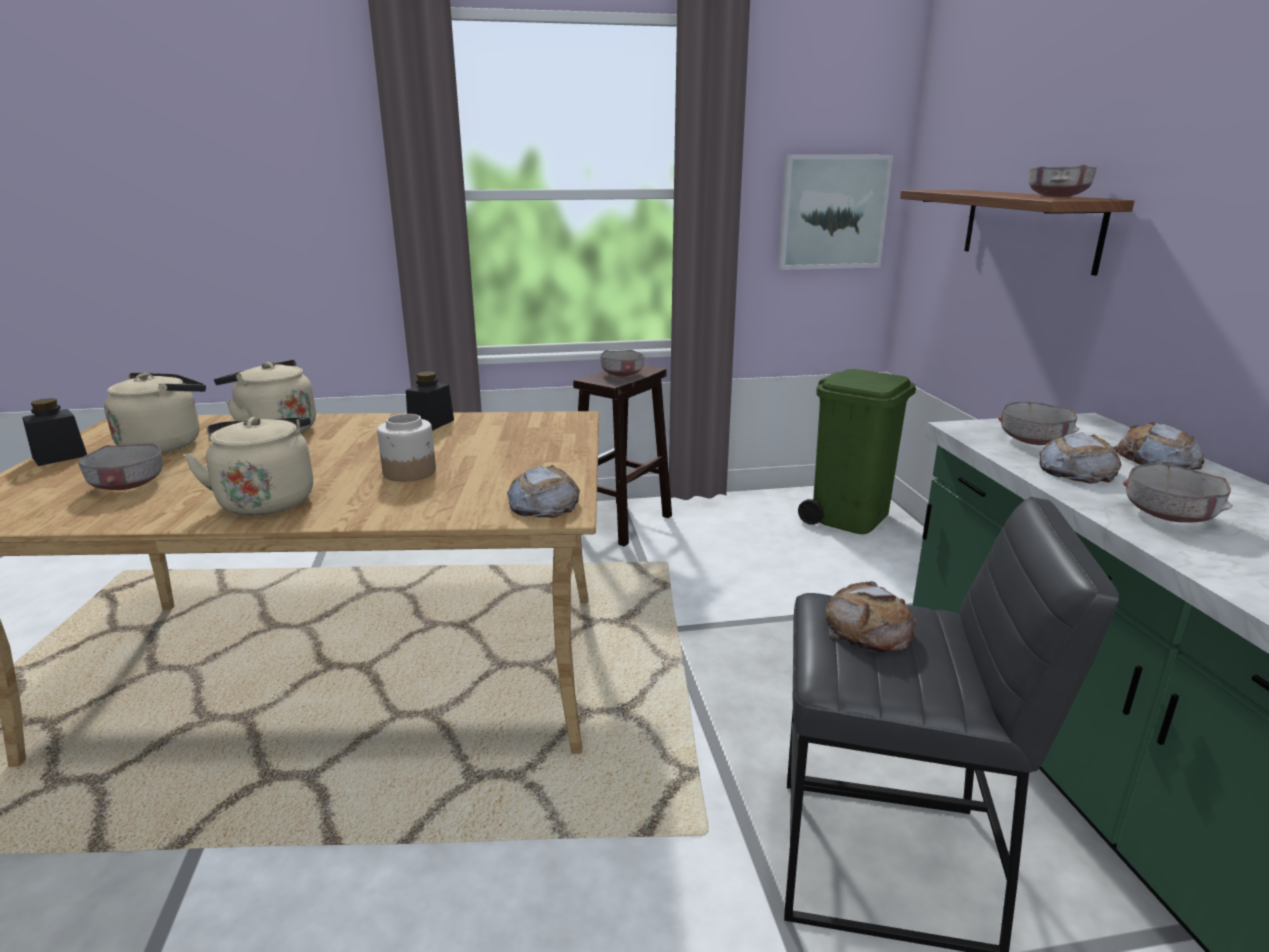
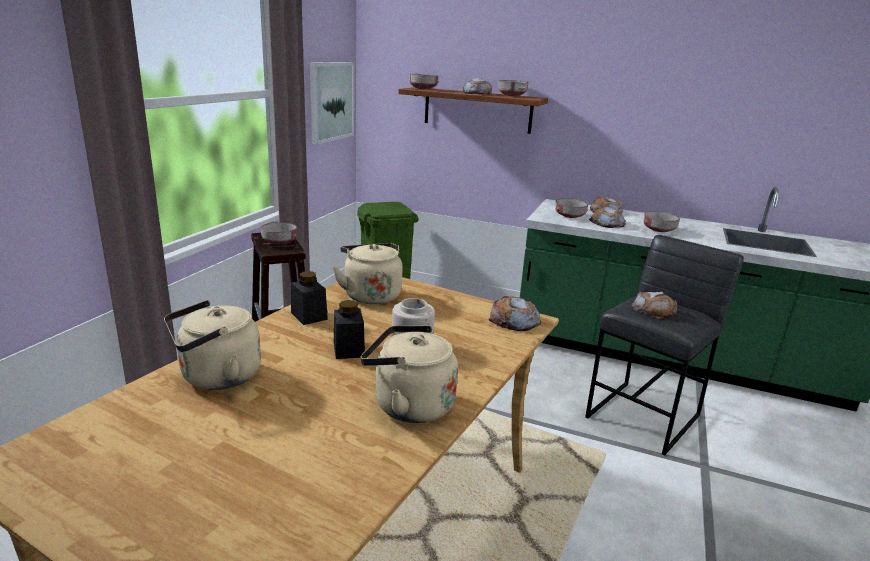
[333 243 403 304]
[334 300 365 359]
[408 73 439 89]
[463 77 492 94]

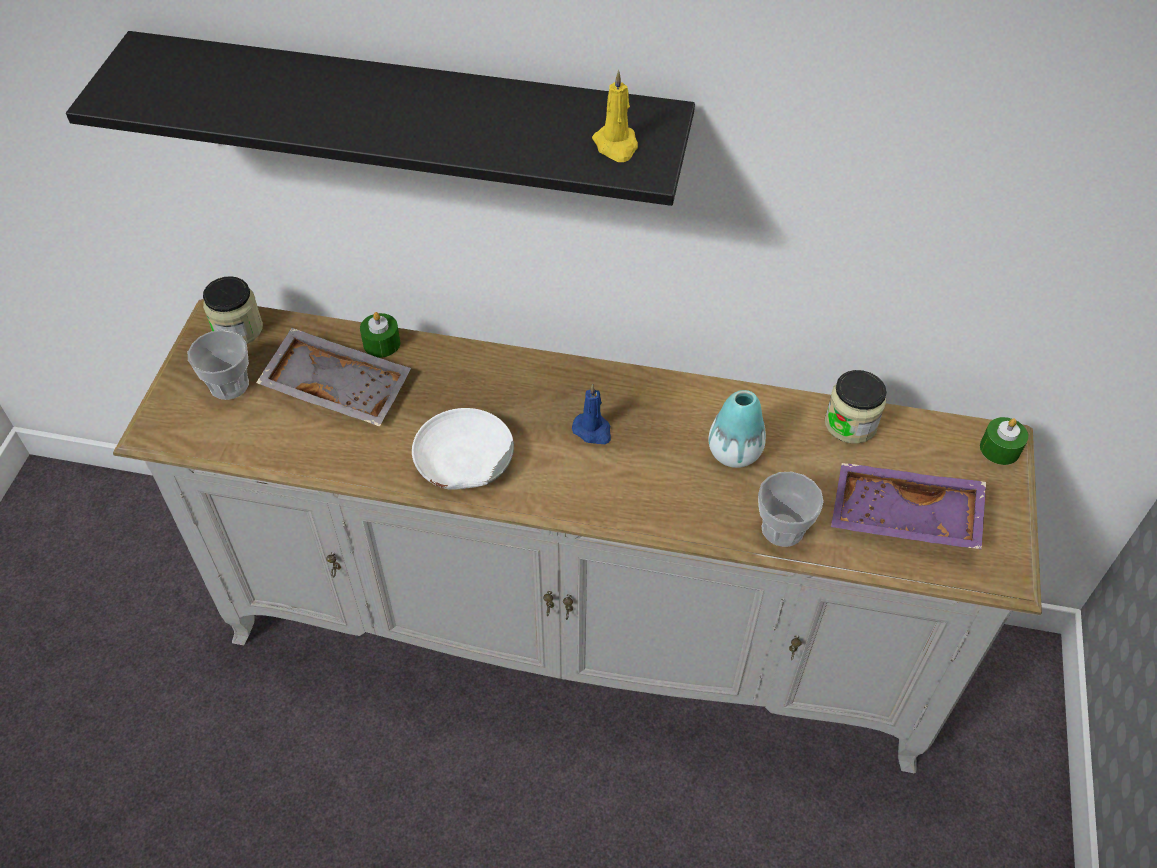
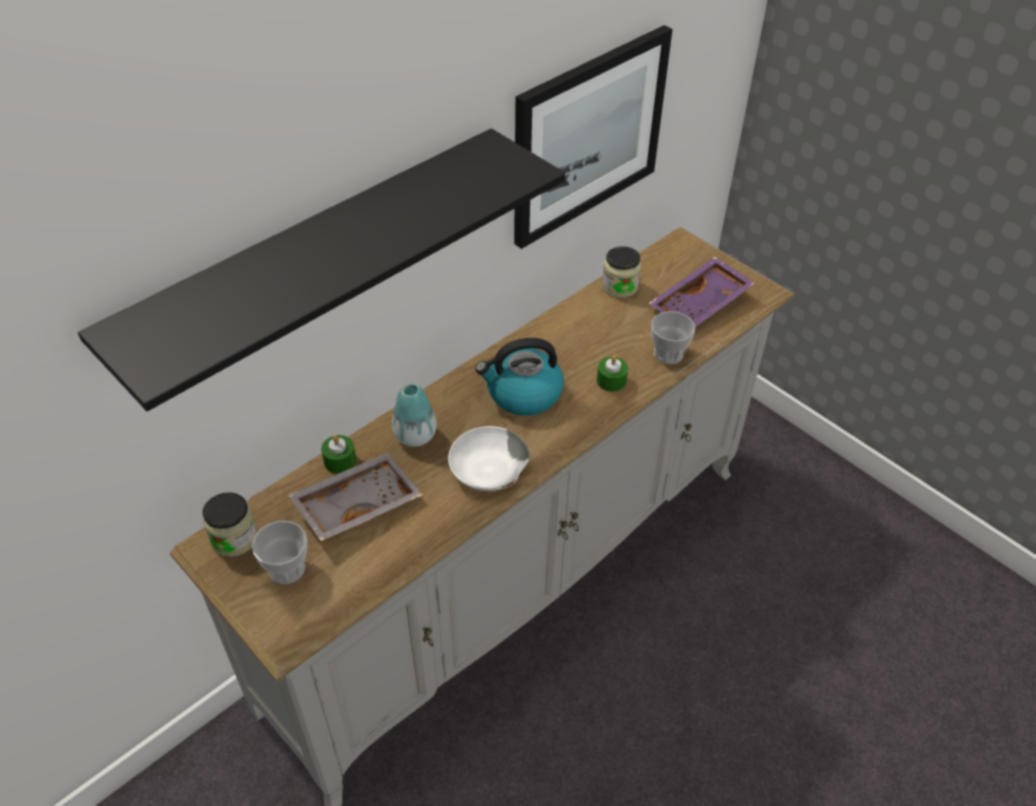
[592 70 638 162] (first image)
[475 338 564 416]
[392 383 437 447]
[597 355 628 392]
[514 25 673 249]

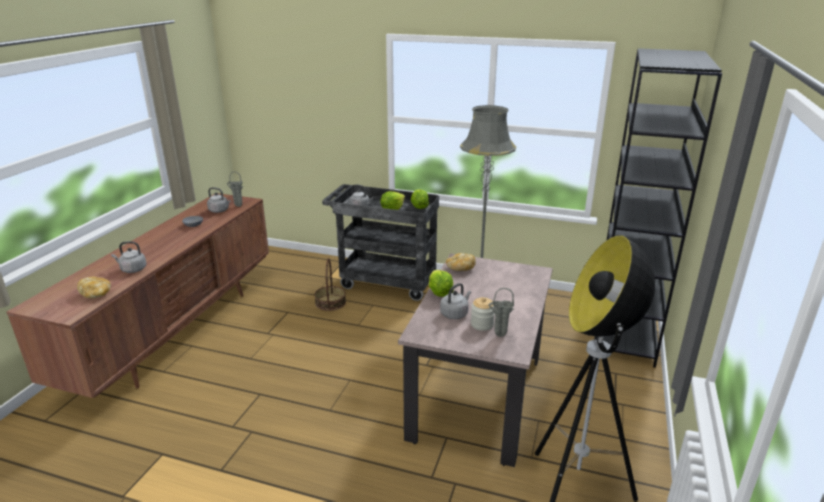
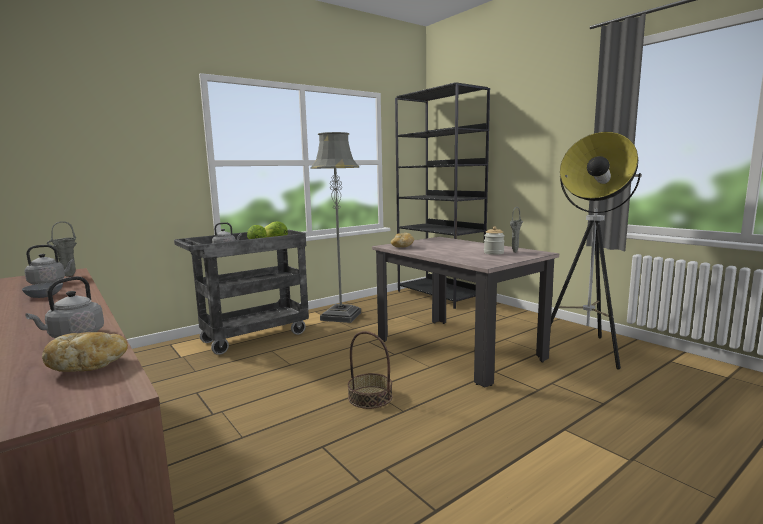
[348 331 393 409]
[429 270 454 297] (first image)
[440 283 471 319] (first image)

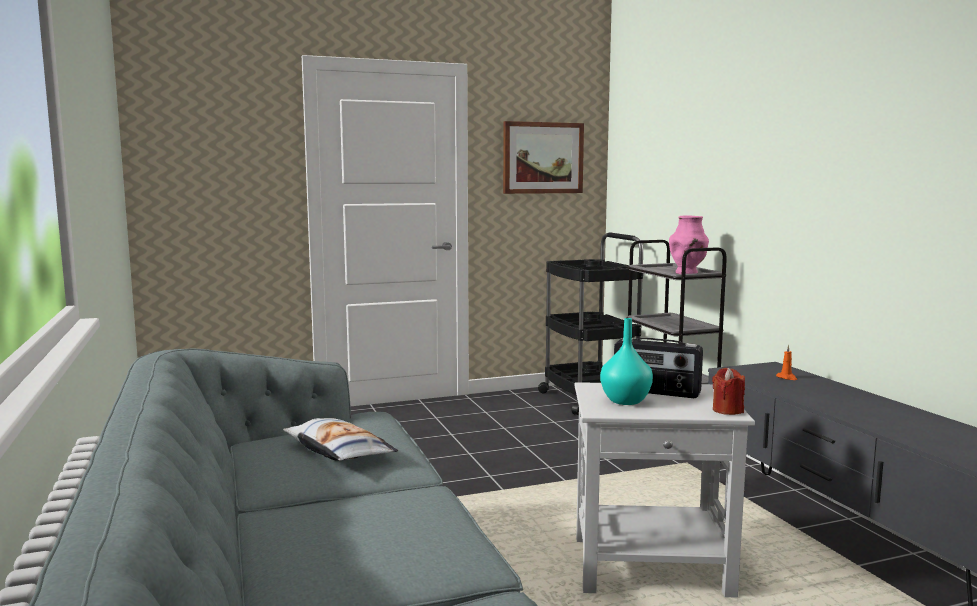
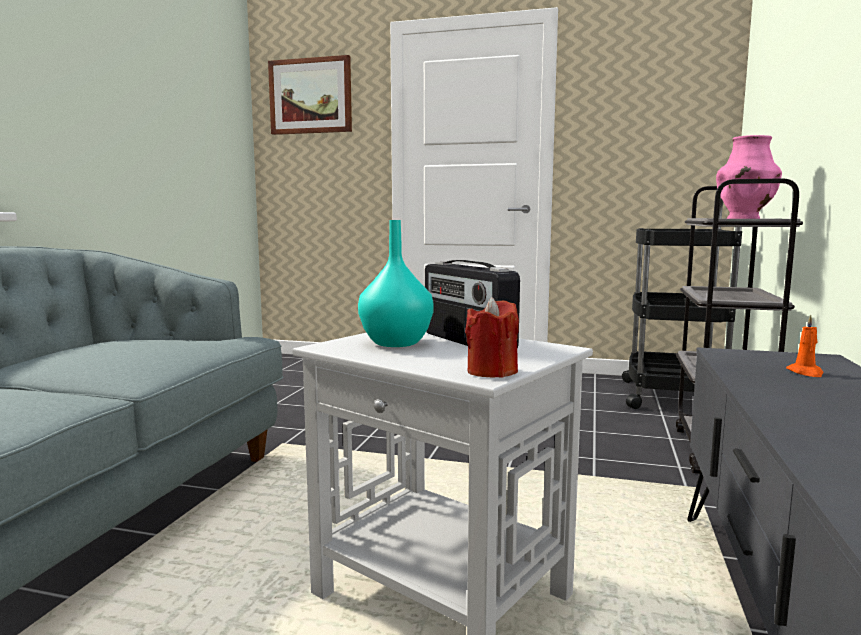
[268 55 352 135]
[283 418 398 461] (first image)

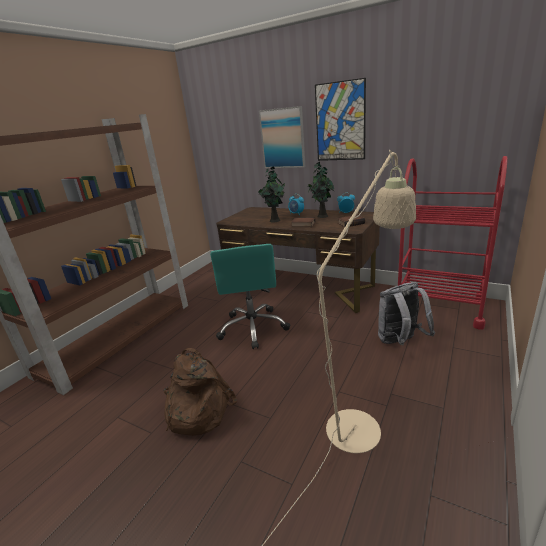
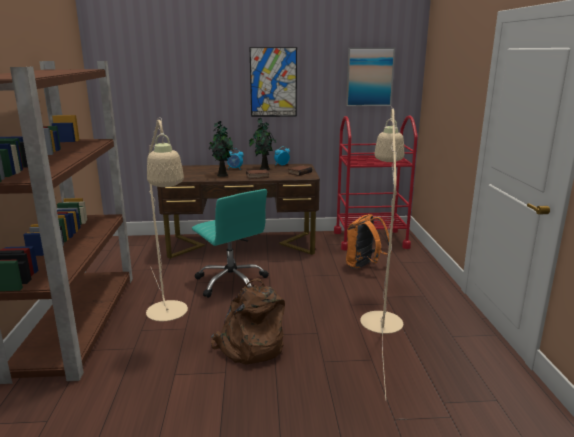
[346 48 395 106]
[346 214 392 269]
[146 117 188 321]

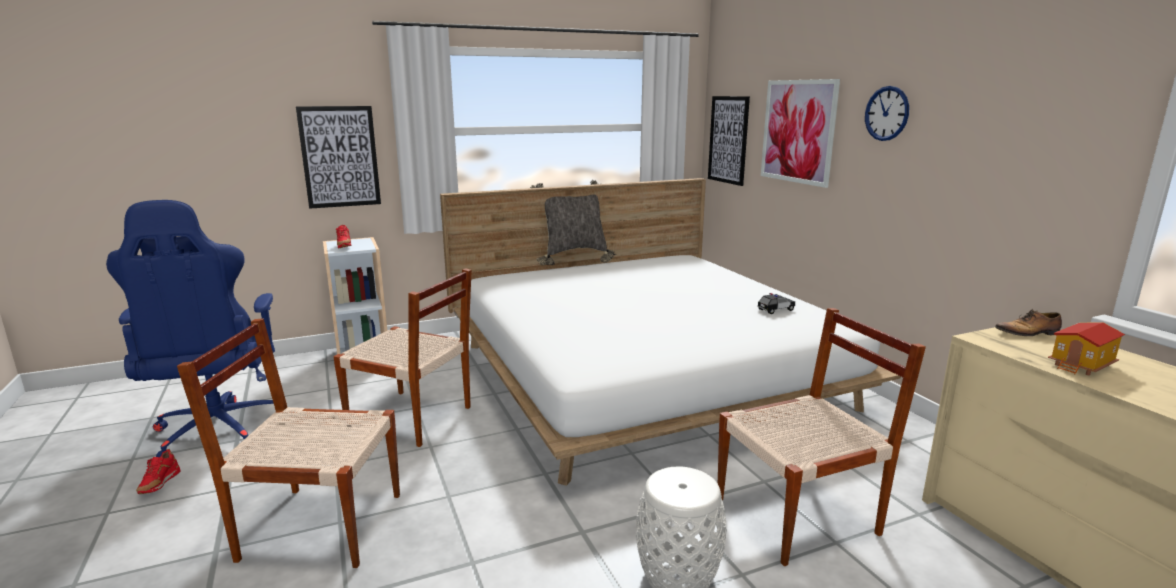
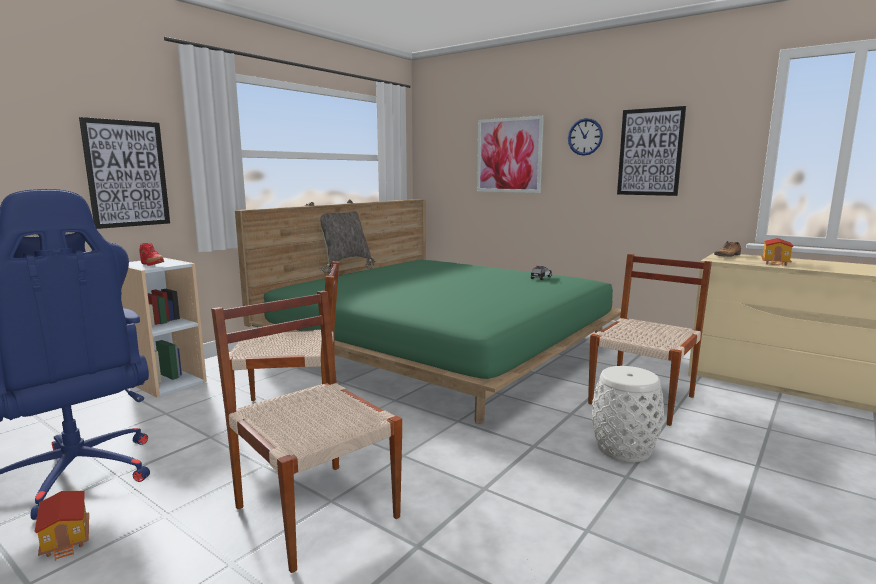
[617 106 686 196]
[235 199 621 424]
[211 291 402 573]
[34 491 89 561]

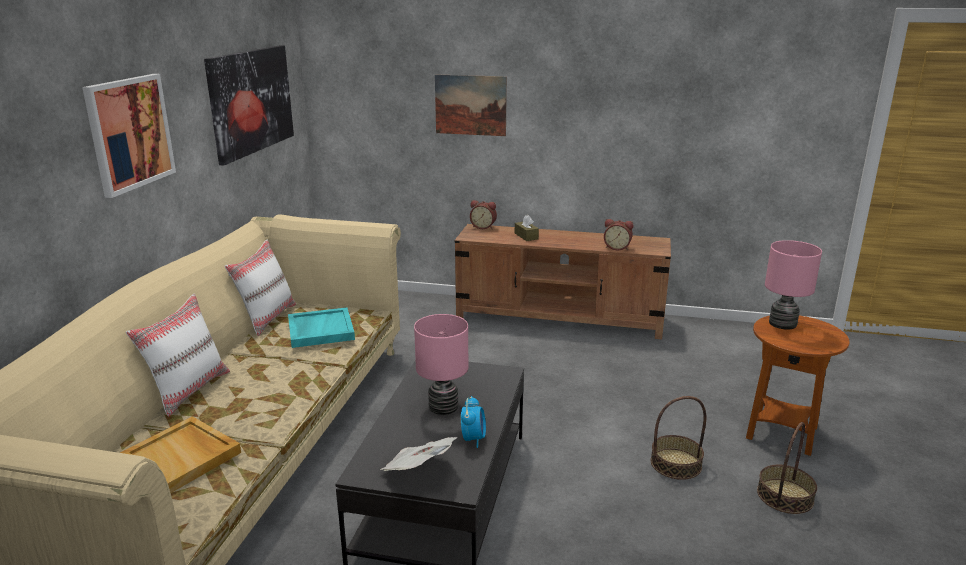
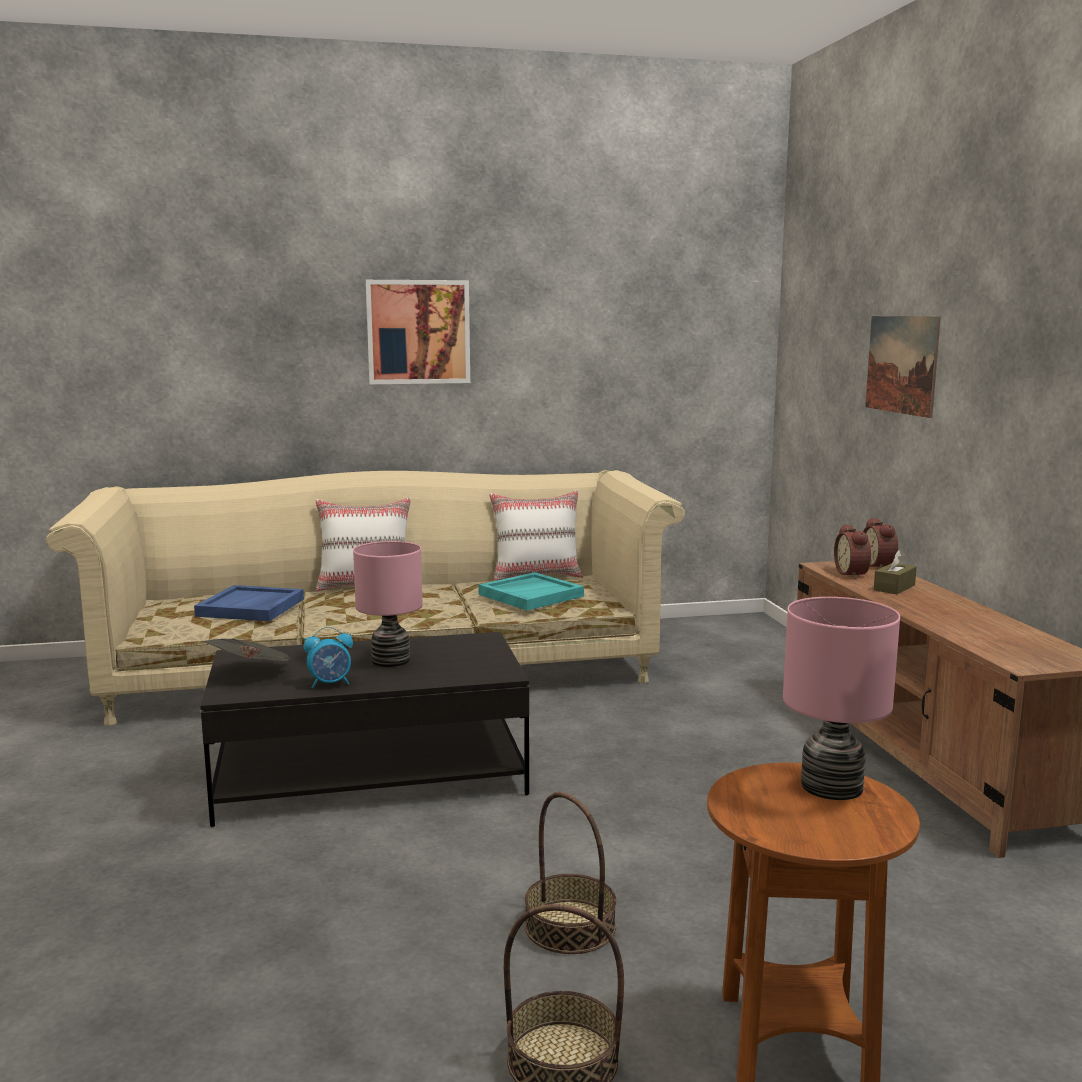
[204 45 294 165] (first image)
[834 524 871 579]
[194 585 304 621]

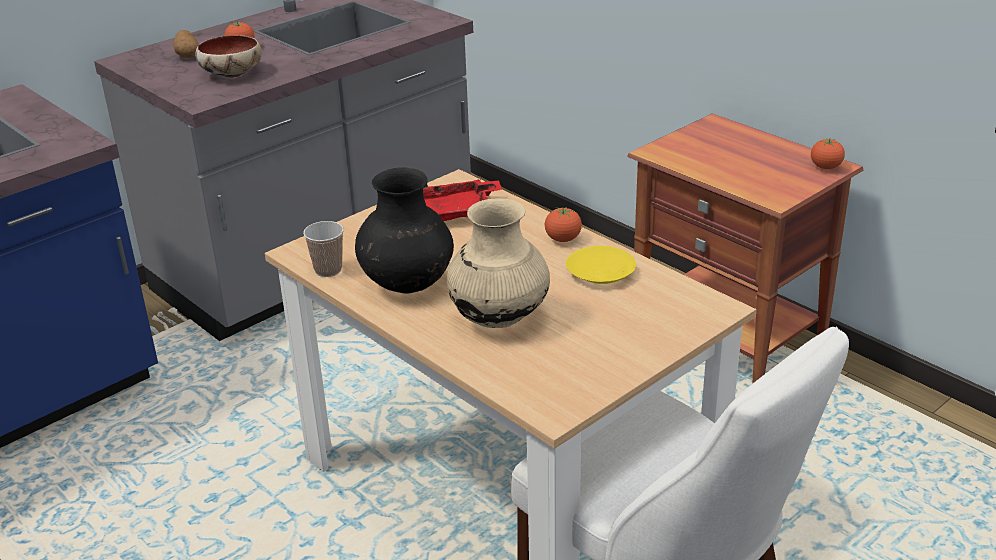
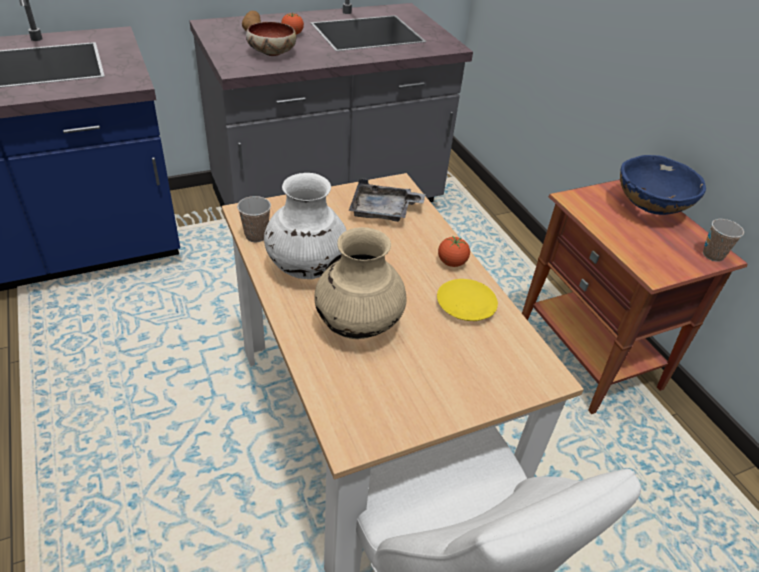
[703 219 744 262]
[264 173 347 279]
[349 178 425 222]
[620 155 706 215]

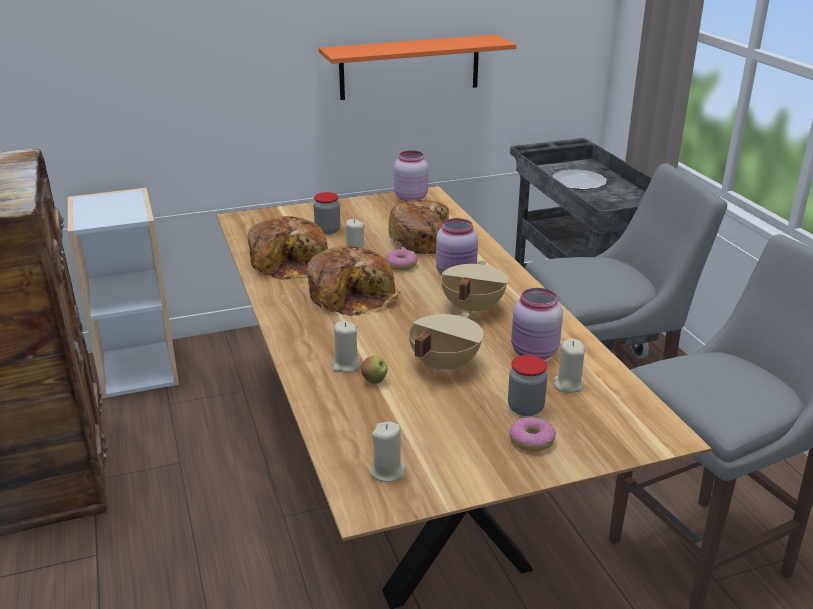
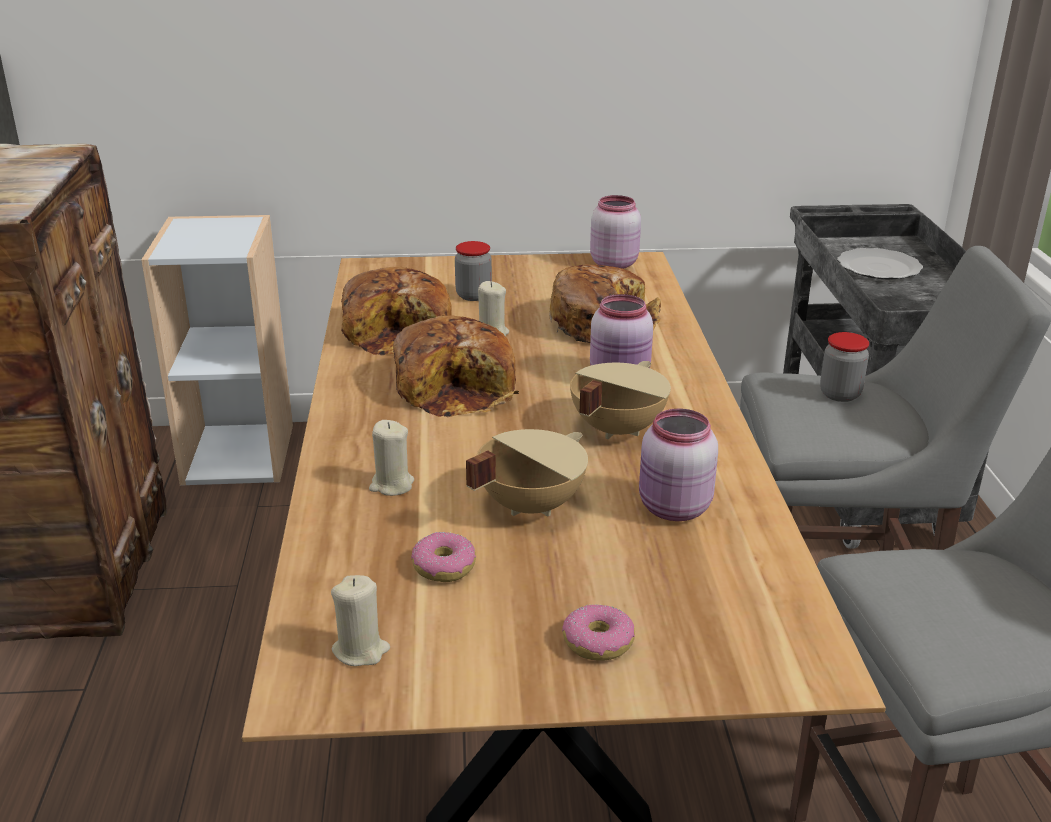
[319 34 516 100] (first image)
[411 532 476 582]
[554 339 585 393] (first image)
[820 332 869 402]
[361 356 388 384] (first image)

